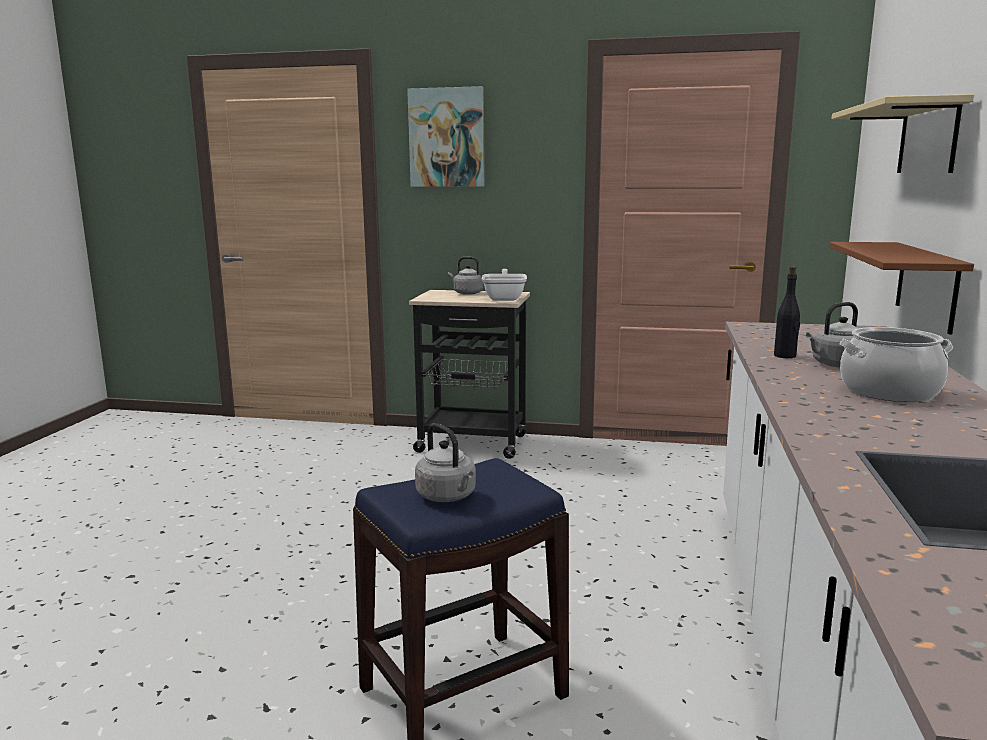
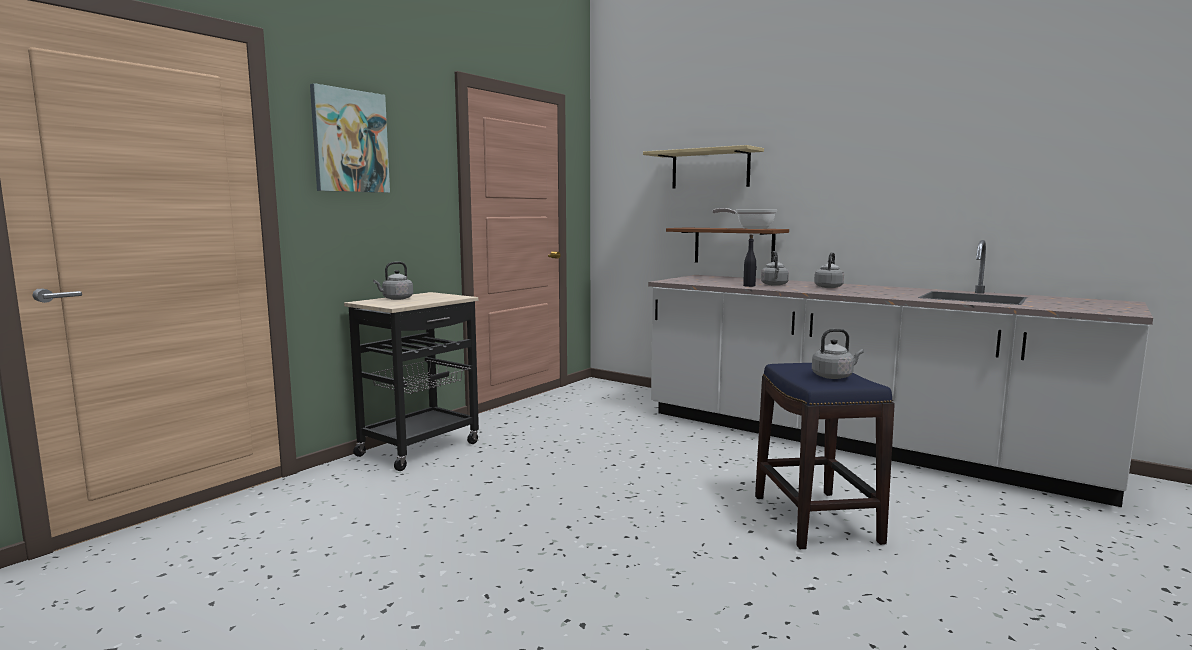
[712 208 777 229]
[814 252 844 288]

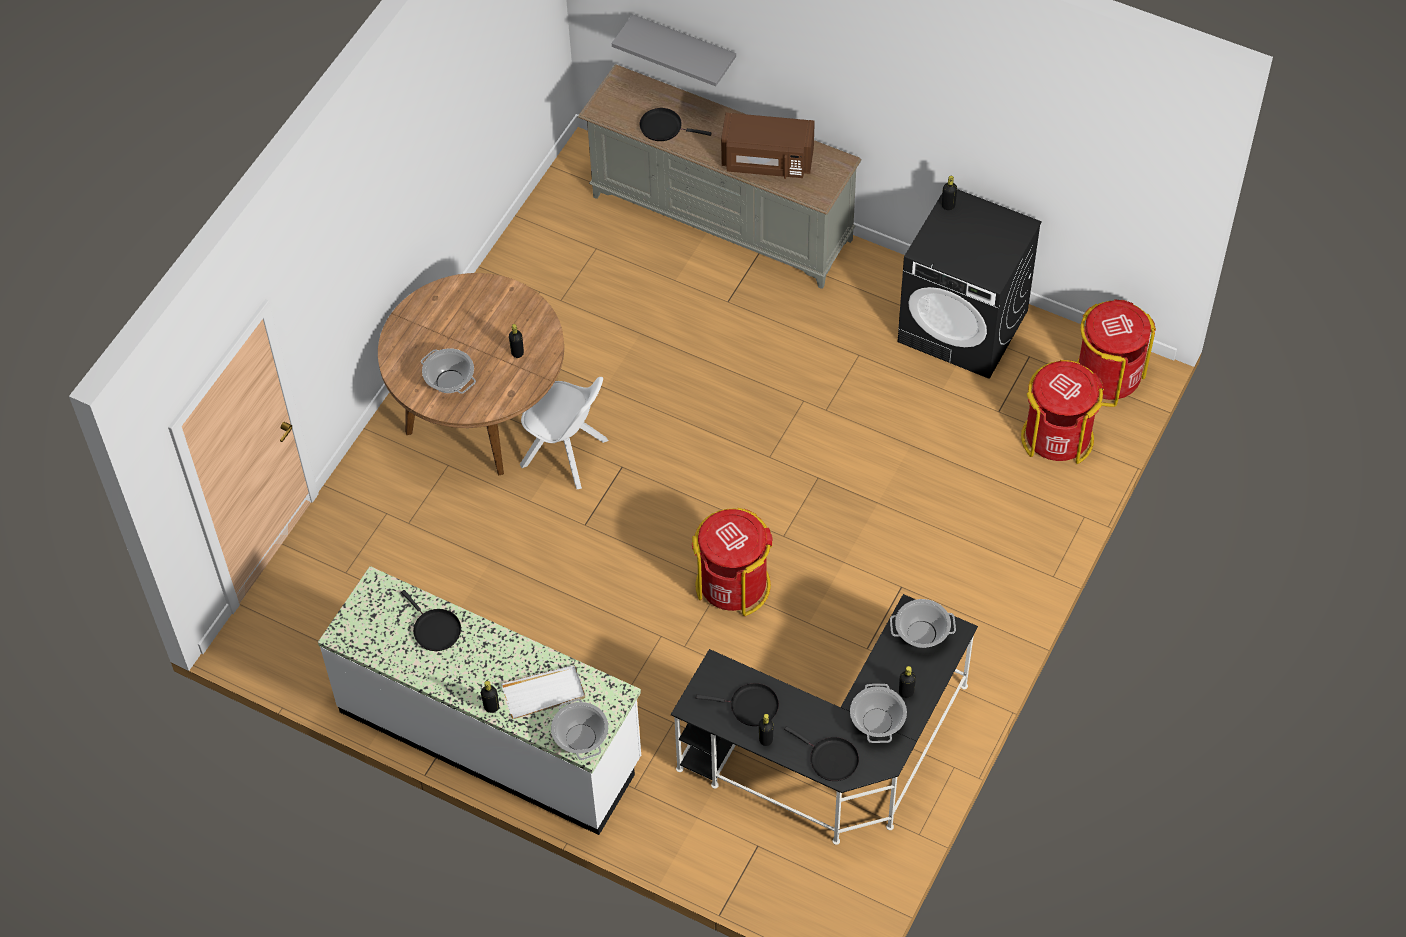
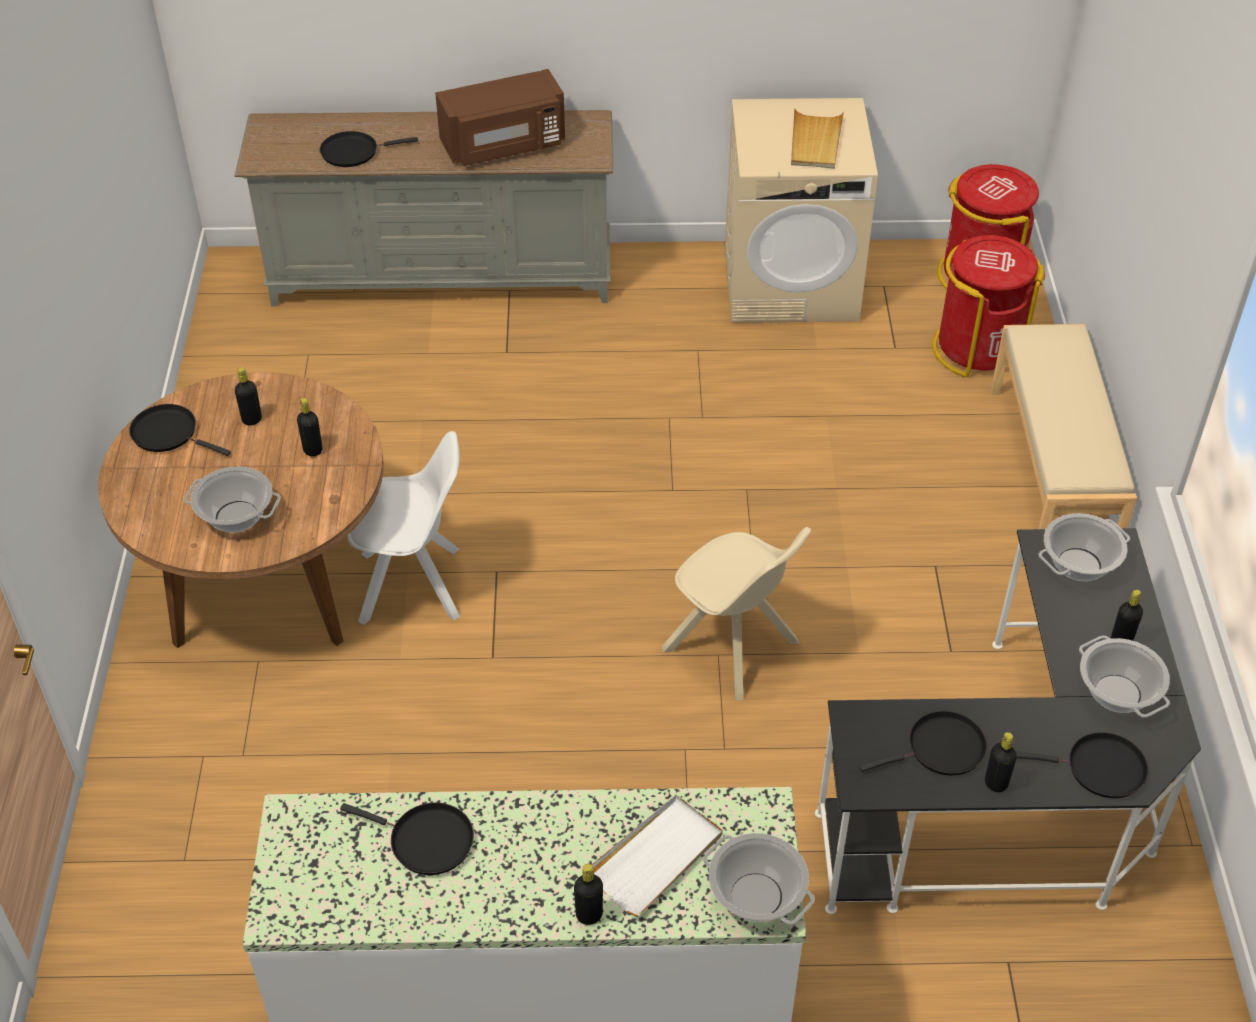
[612 14 736 86] (first image)
[235 367 262 426]
[725 98 878 323]
[662 527 811 700]
[791 108 844 169]
[990 324 1137 529]
[129 404 231 456]

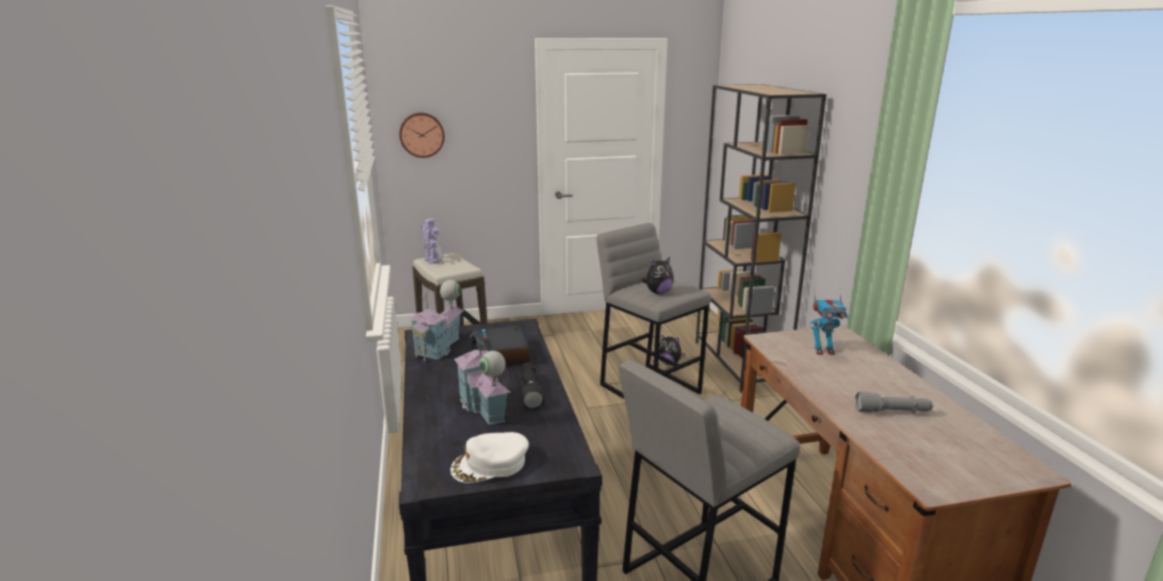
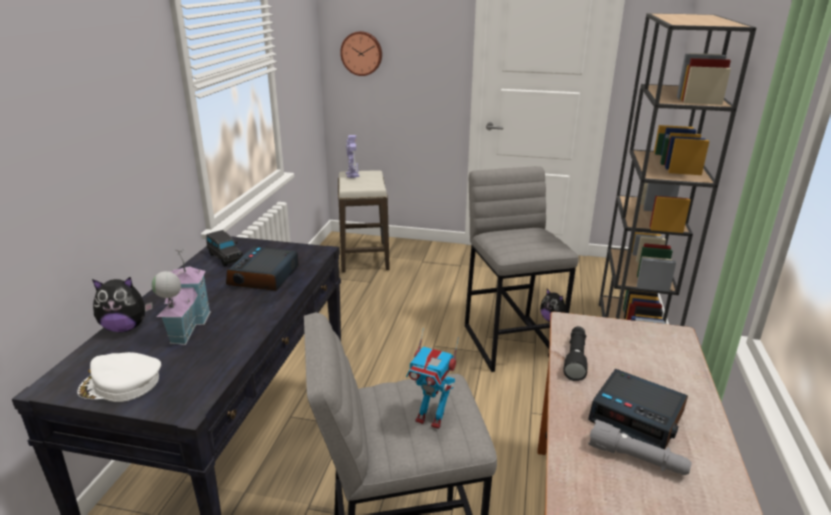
[92 277 153 332]
[206 230 243 267]
[406 328 459 429]
[563 326 588 381]
[588 369 688 450]

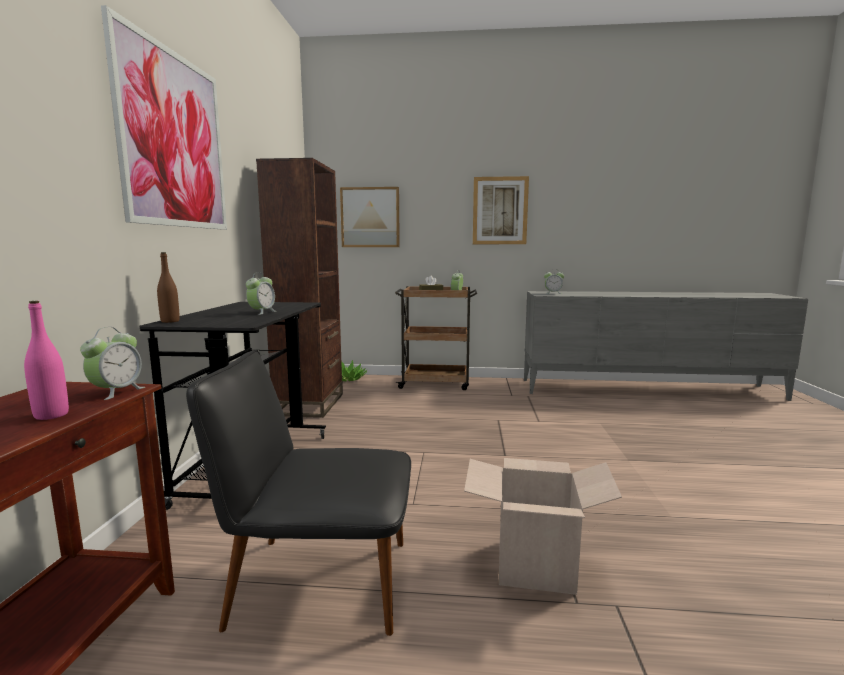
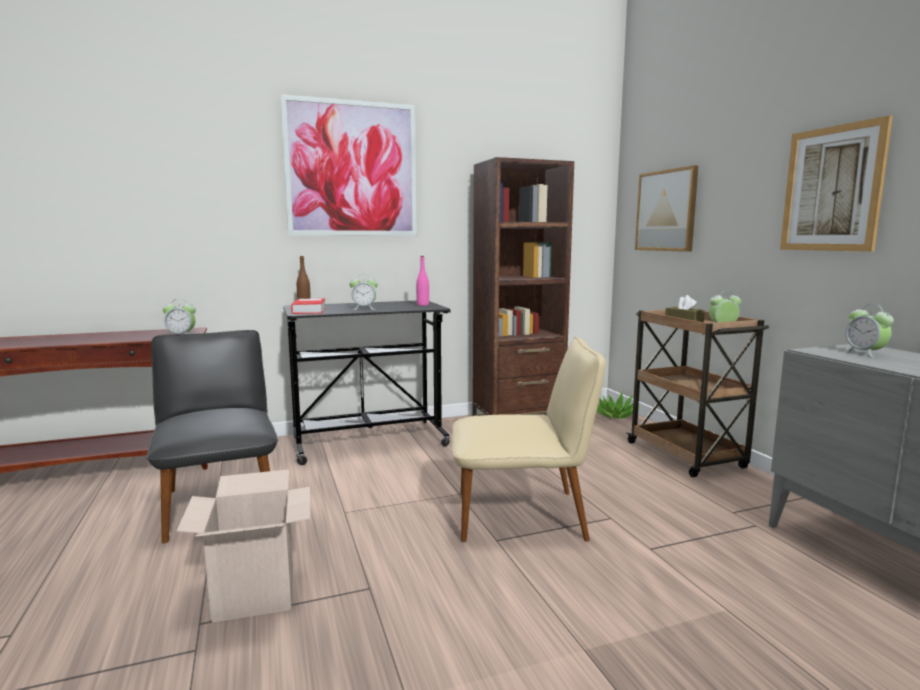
[416 256 429 306]
[291 298 326 314]
[452 337 606 542]

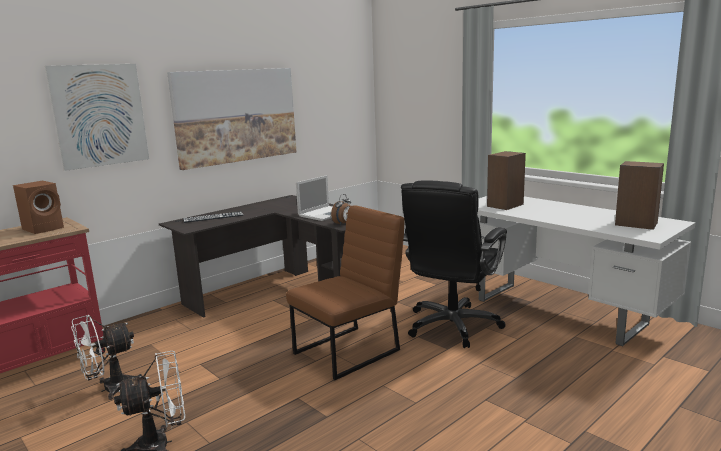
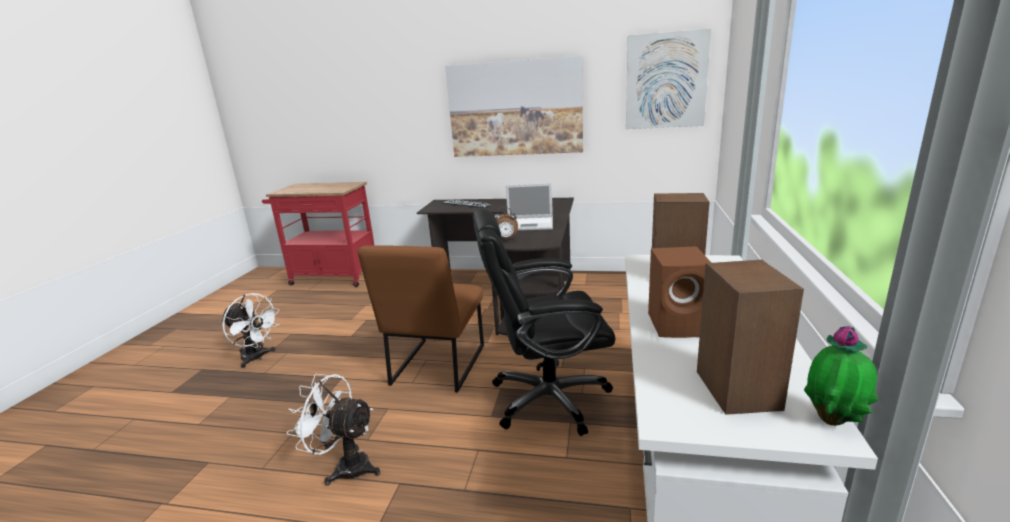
[626 29 711 129]
[648 246 712 338]
[357 245 484 392]
[287 374 381 486]
[804 326 878 426]

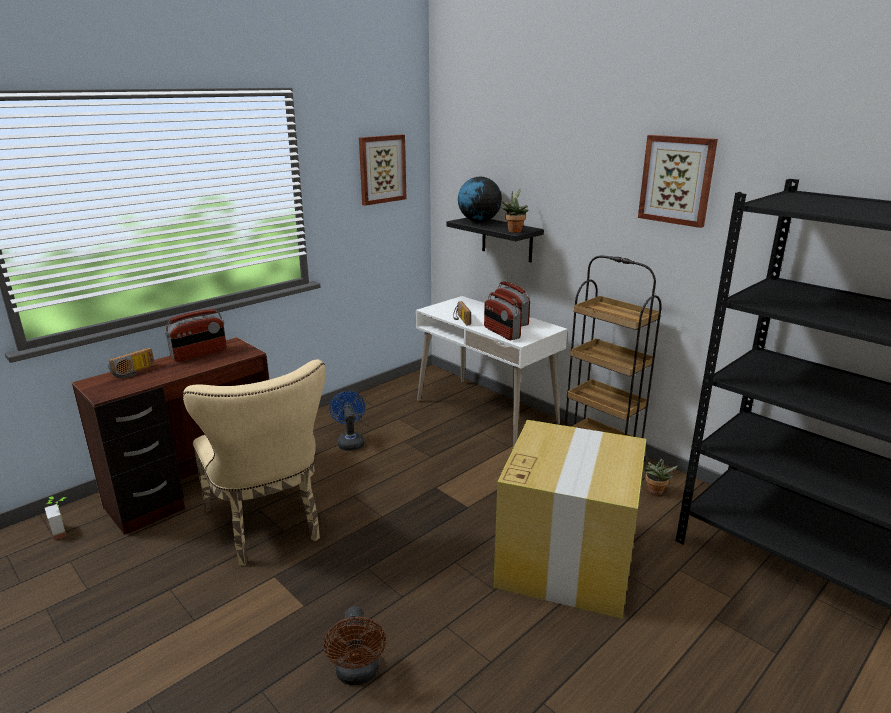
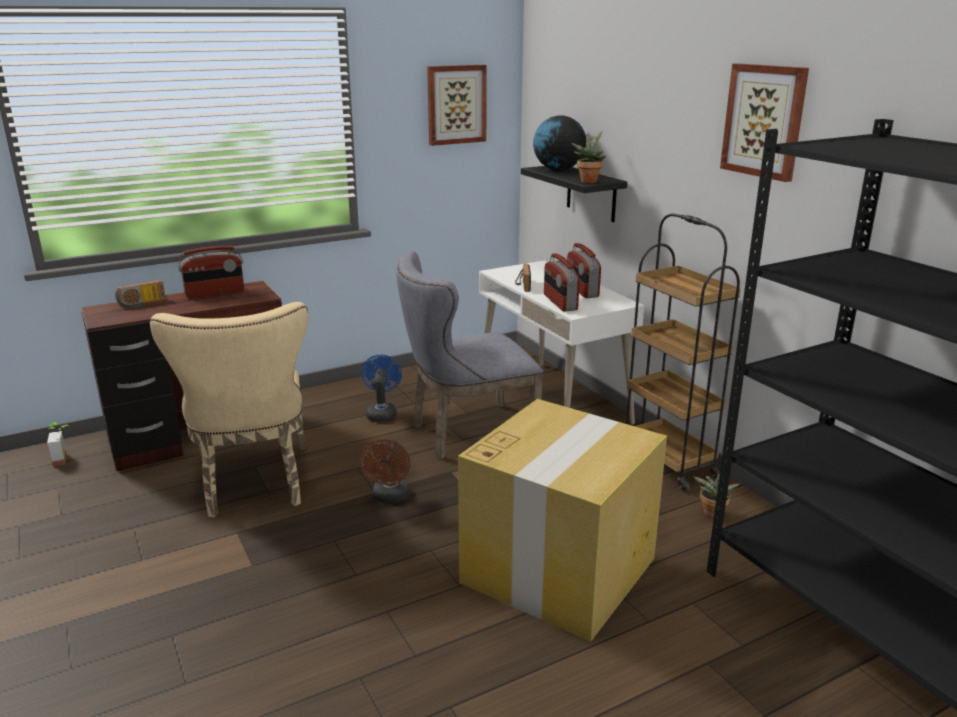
[360 439 410 503]
[396 250 544 460]

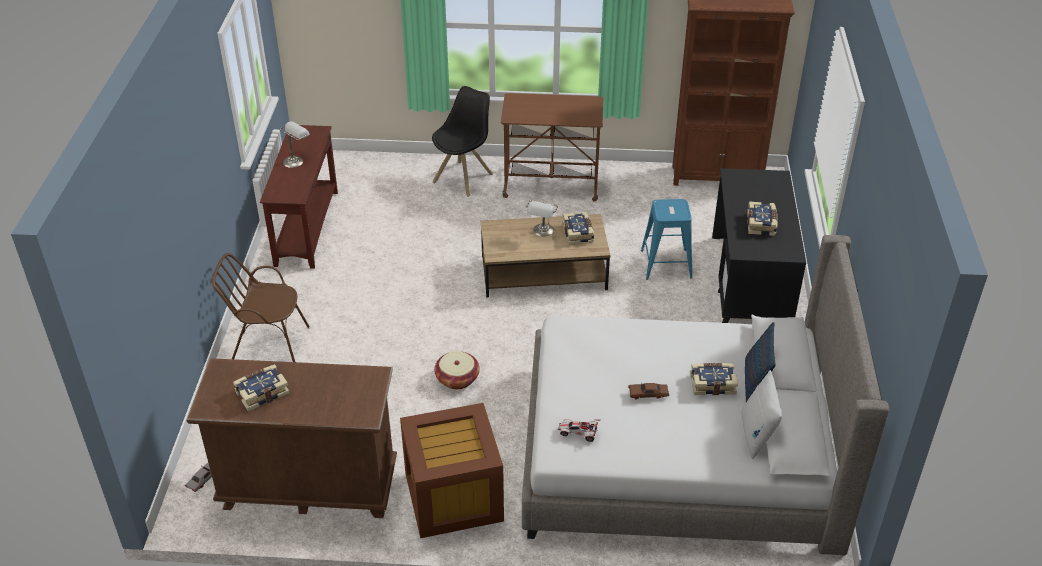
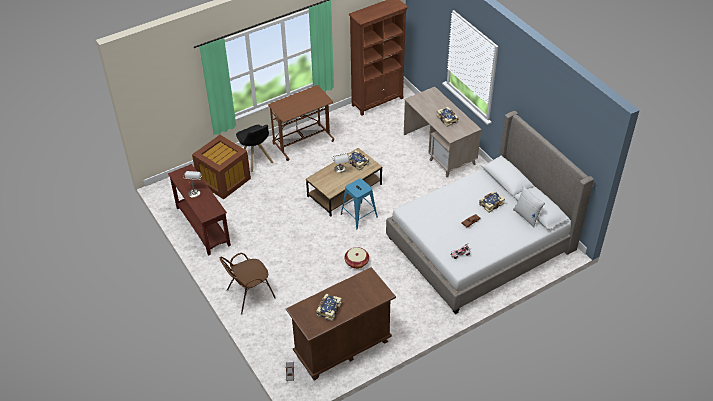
[236 125 273 172]
[404 87 482 177]
[341 179 378 229]
[745 322 776 402] (first image)
[192 135 251 199]

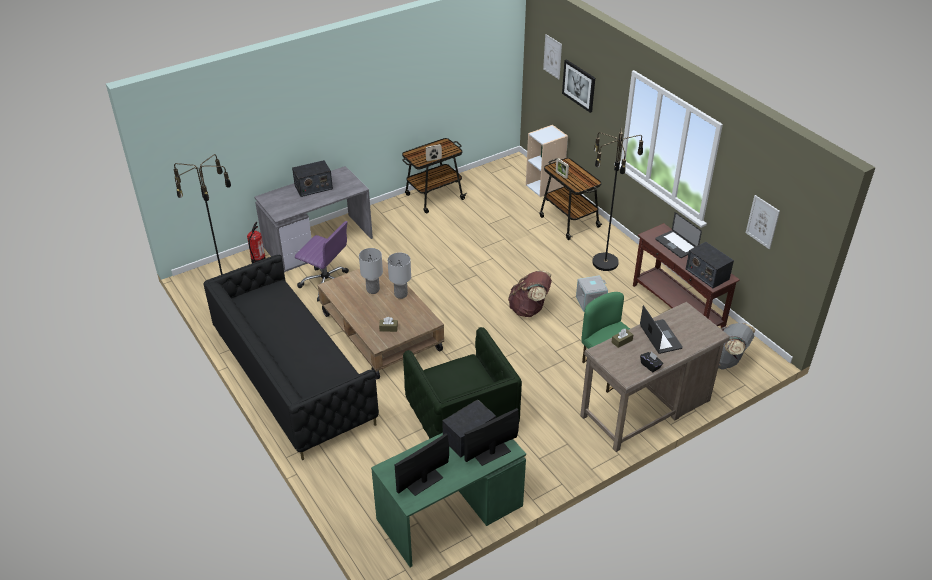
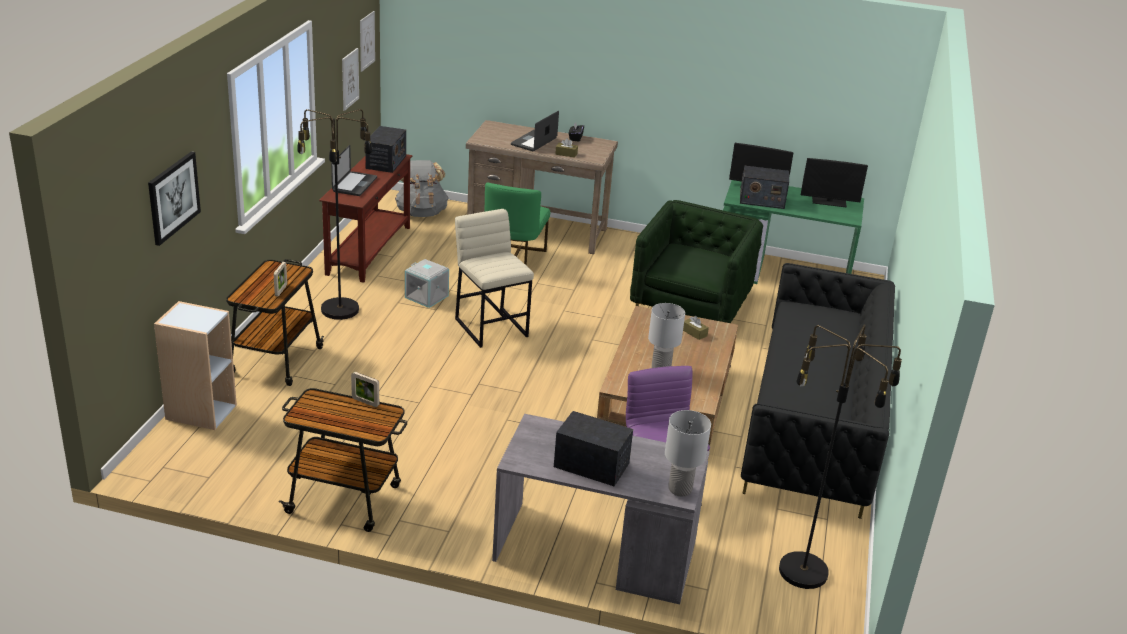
[360 11 375 72]
[247 222 266 263] (first image)
[665 410 711 497]
[455 209 534 348]

